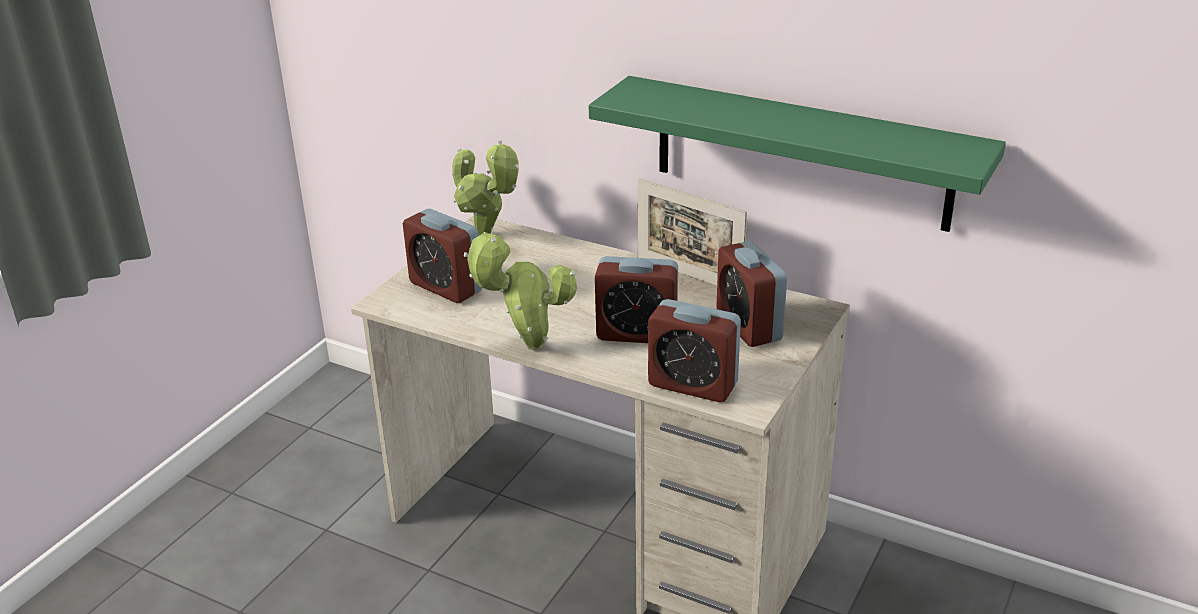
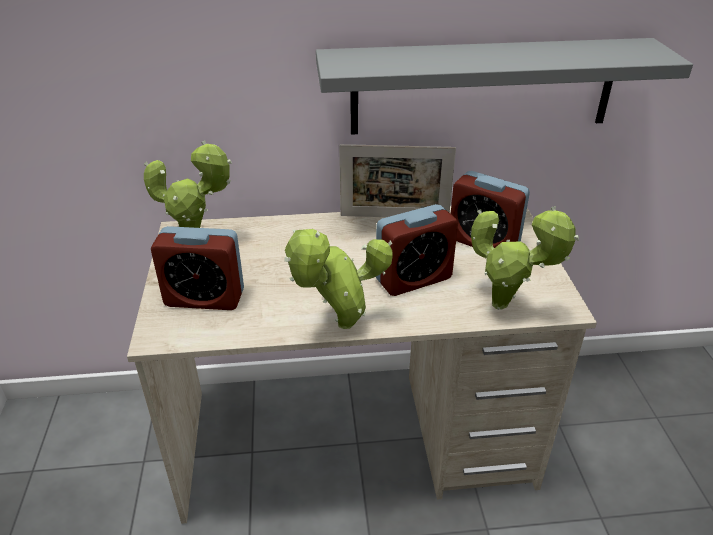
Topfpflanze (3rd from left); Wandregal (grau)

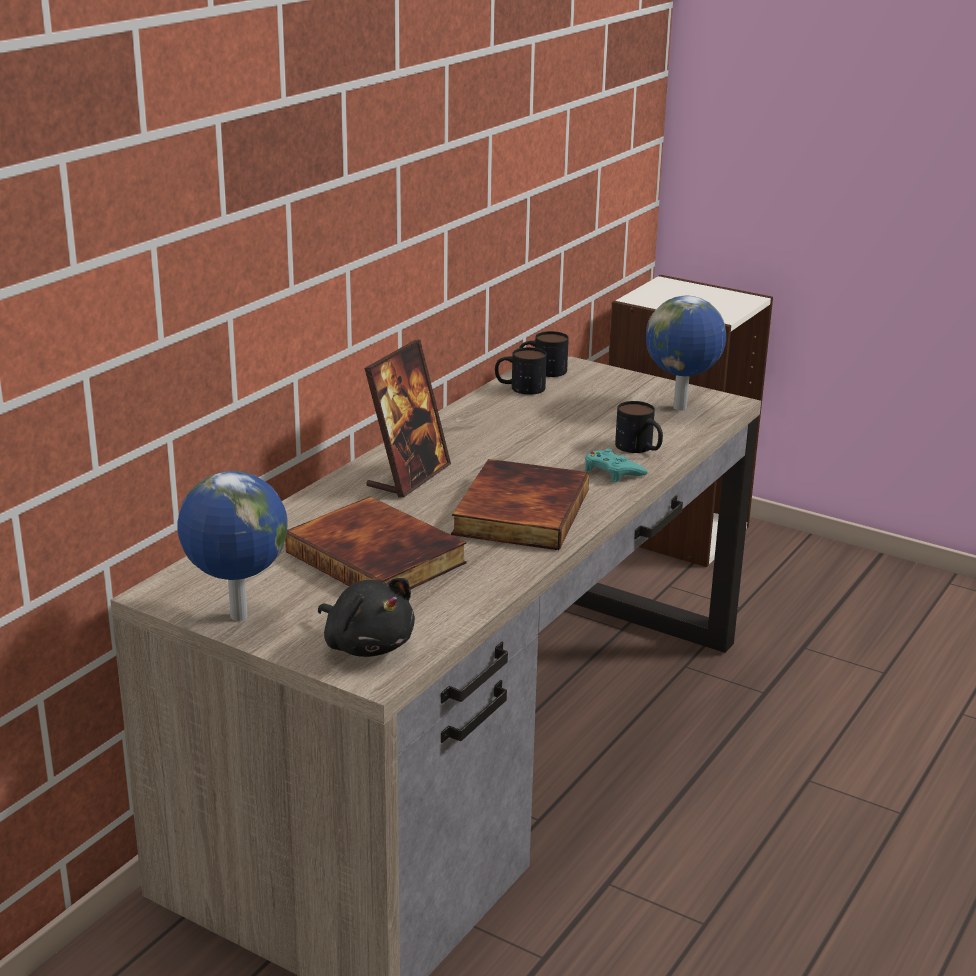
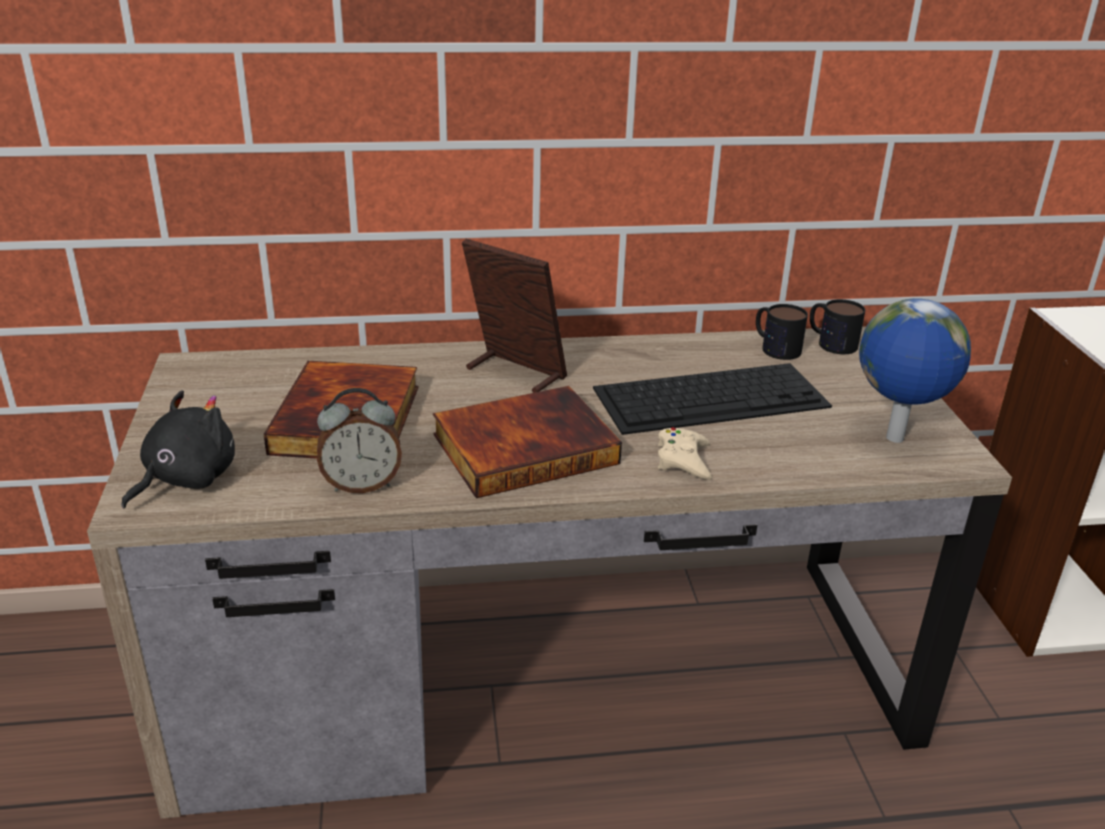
Globus (1st from left in the first image); Henkelbecher (3rd from left in the first image); Wecker; Tastatur; Gamepad (beige); Plüschtier (schwarz); Bilderrahmen

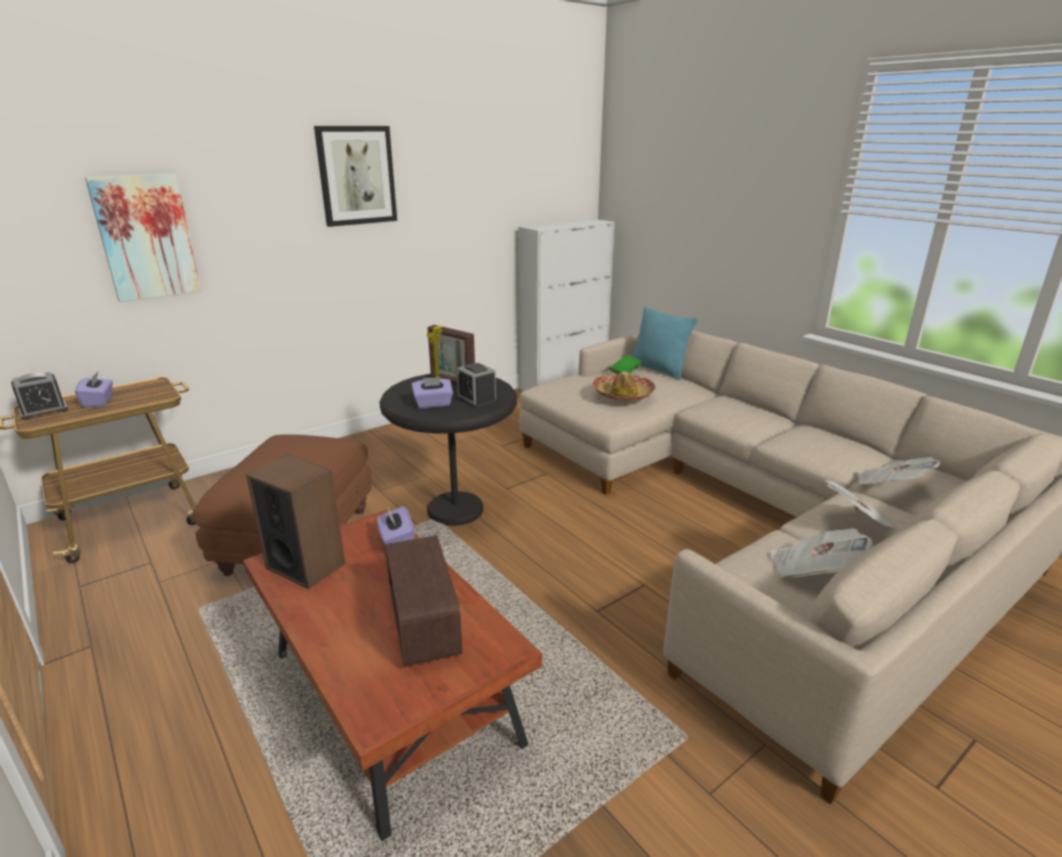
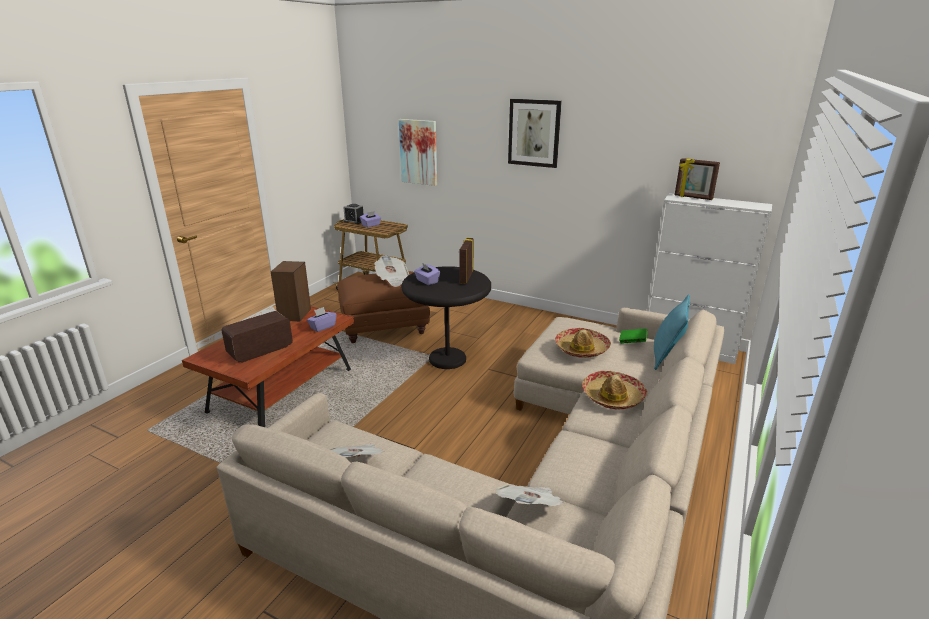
Wecker (2nd from left in the first image); Hut (2nd from left); Bilderrahmen (2nd from left); Zeitung (2nd from left)

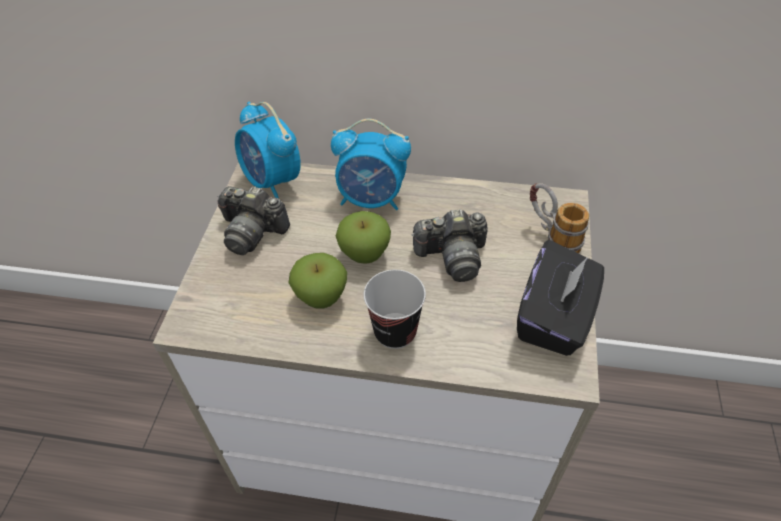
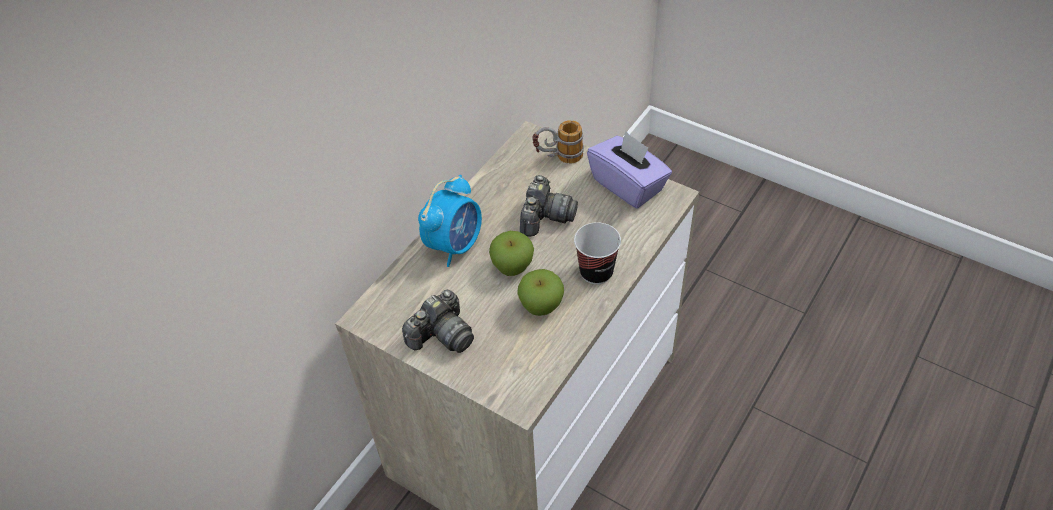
Wecker (1st from left in the first image); Taschentuchbox (lila)

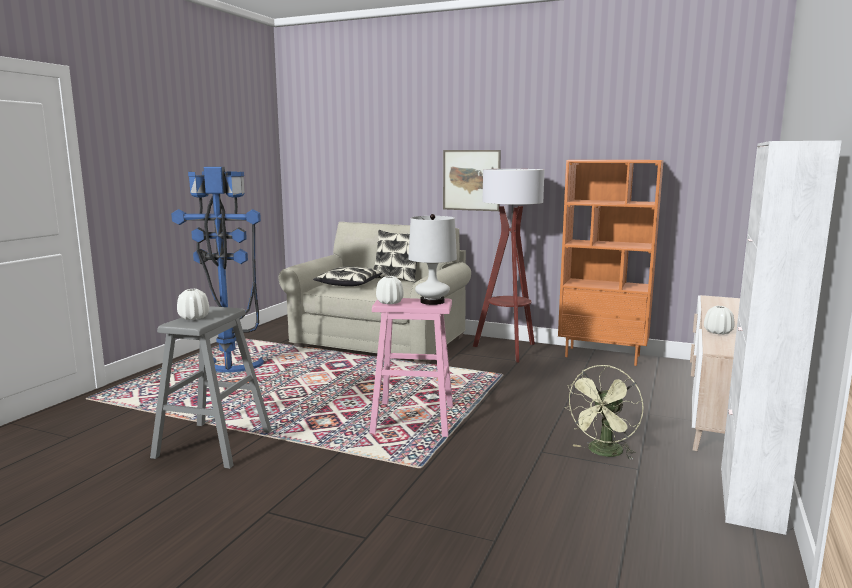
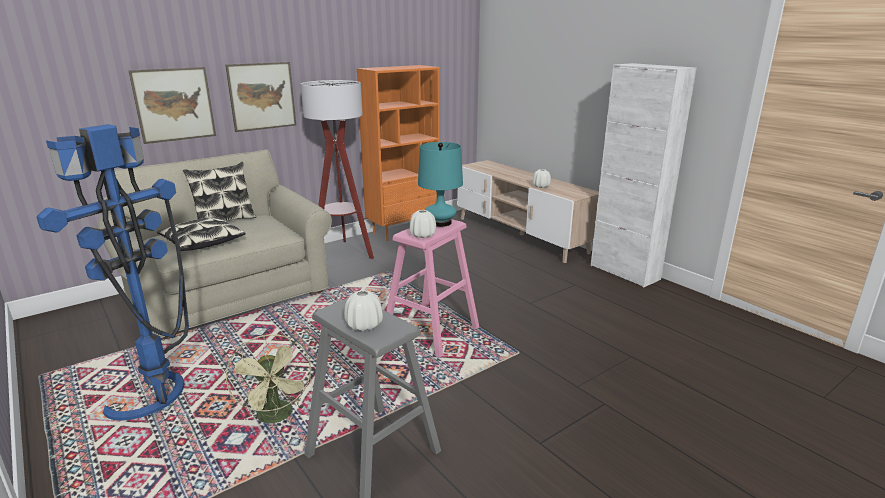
Bild (1st from left); Ventilator (grün); Tischlampe (türkis)

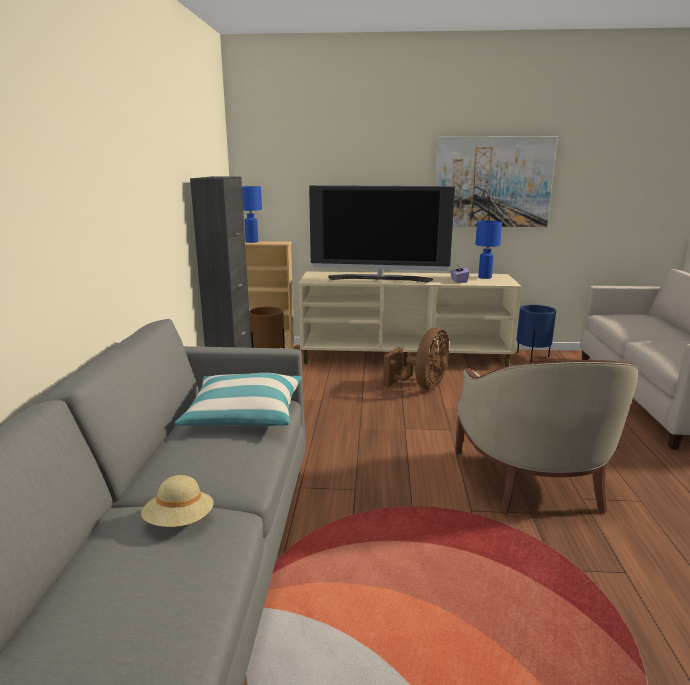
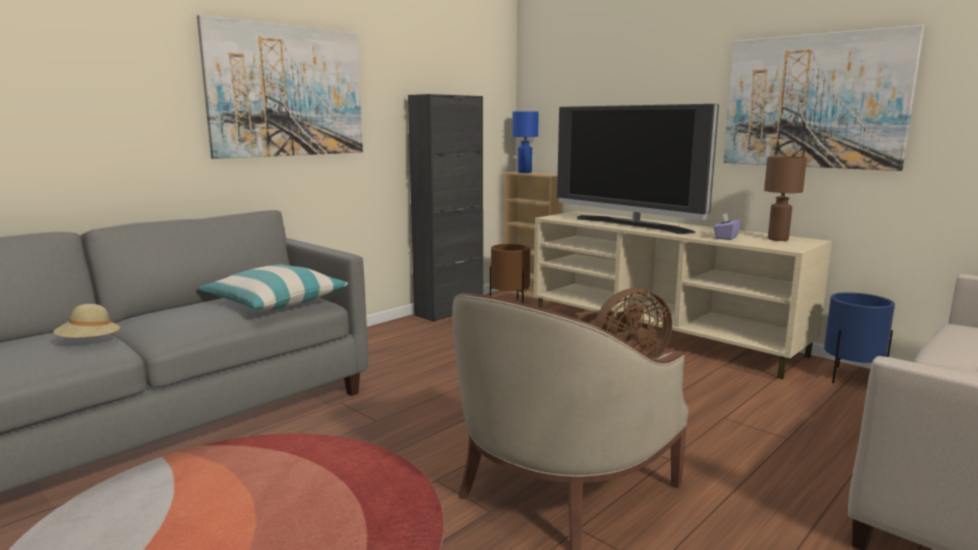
Bild (1st from left); Tischlampe (braun)

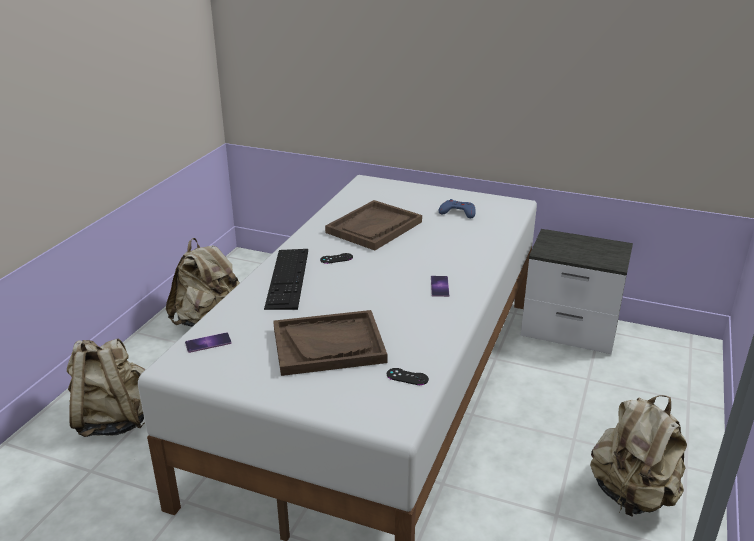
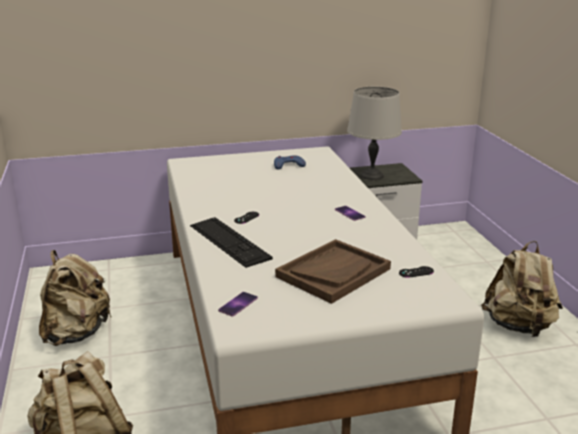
Tablett (braun) (2nd from left in the first image); Tischlampe (grau)

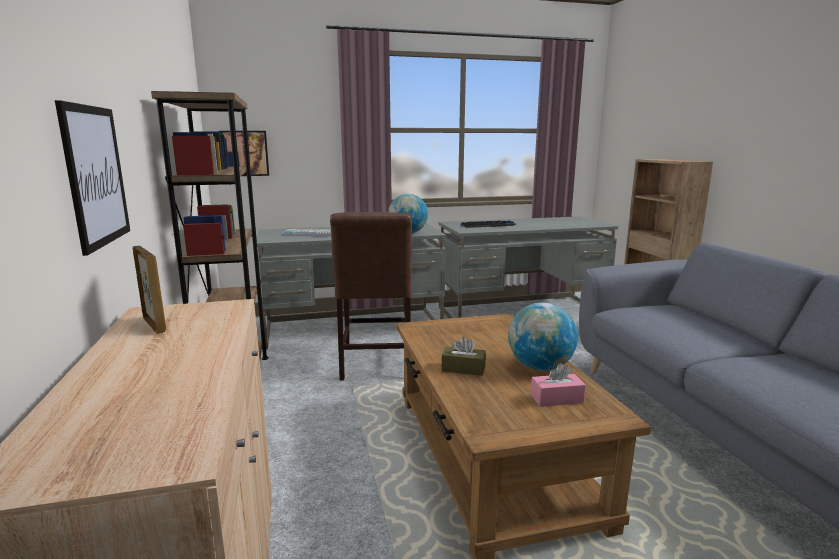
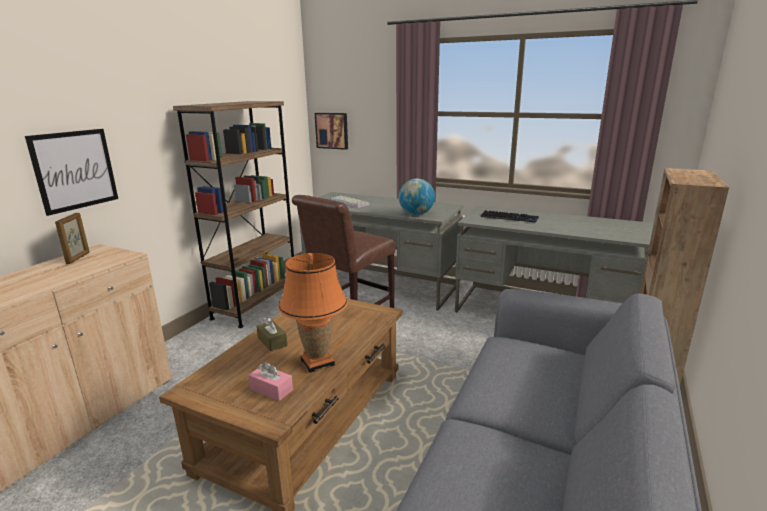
Tischlampe (orange)

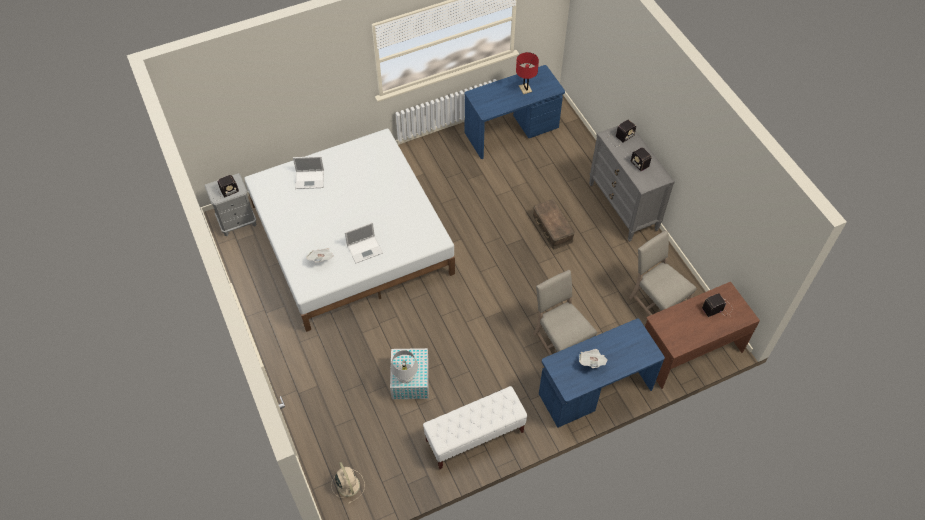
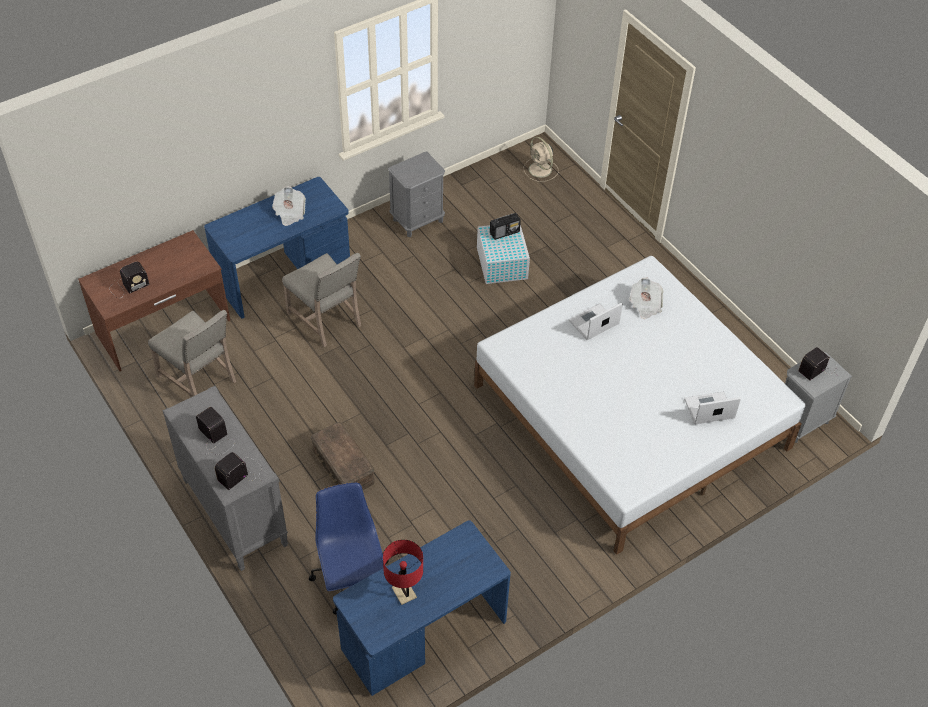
Bürostuhl (blau); Radio (4th from left); Nachttisch (grau) (1st from left)

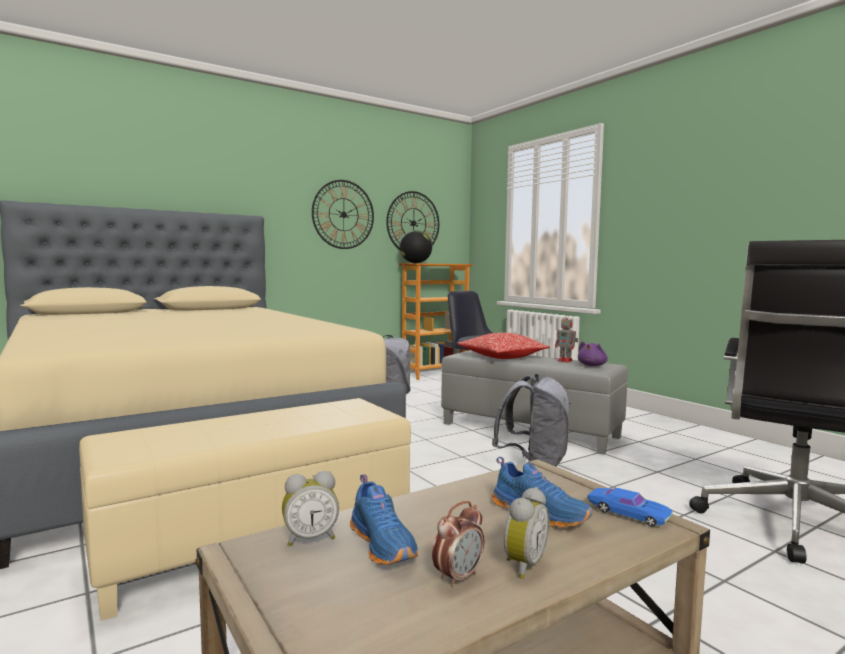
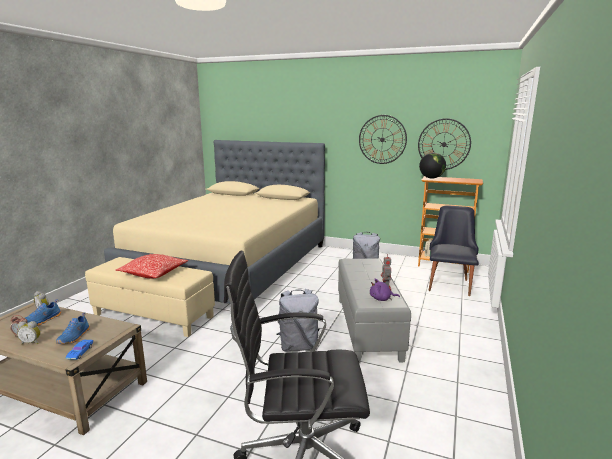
Kissen

